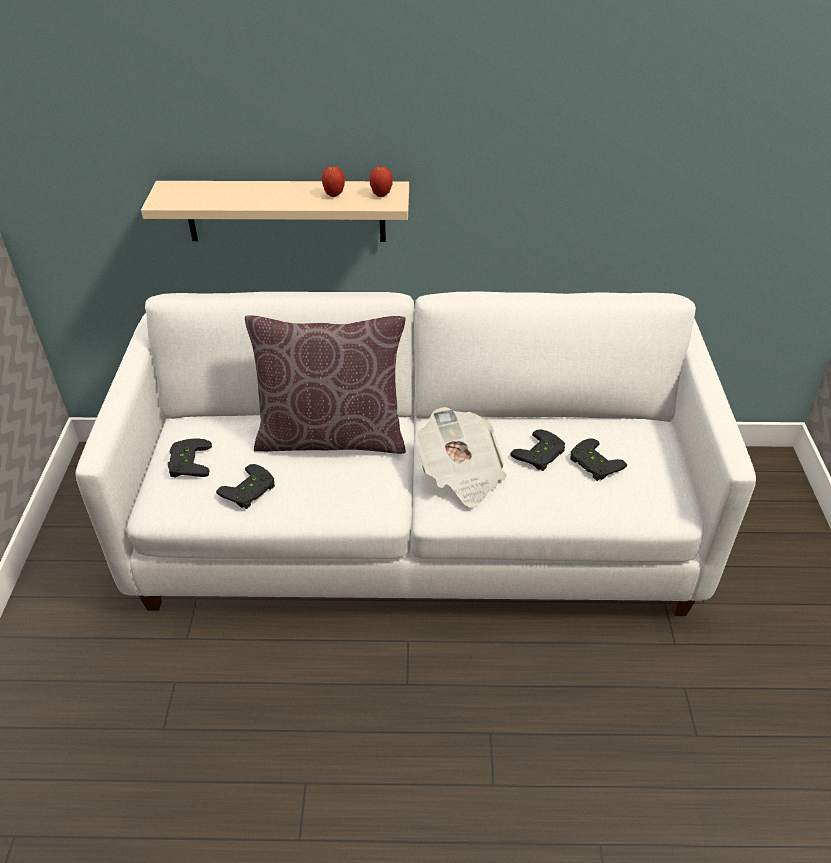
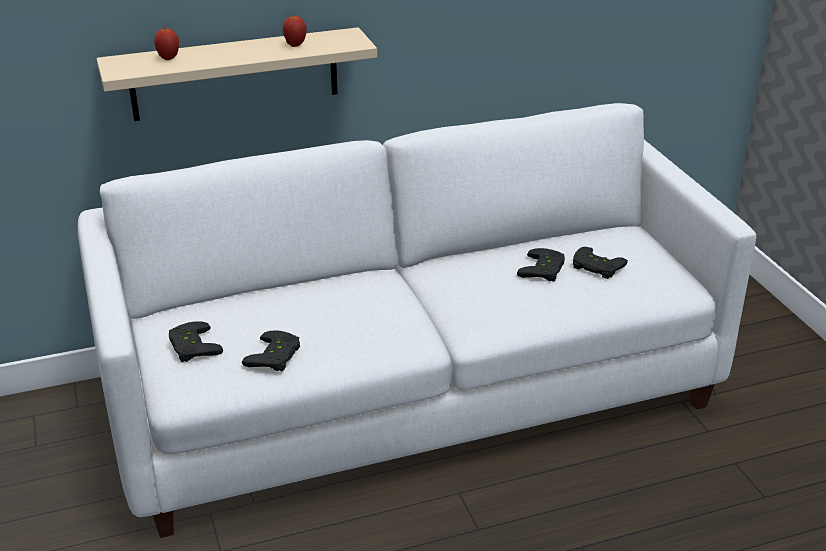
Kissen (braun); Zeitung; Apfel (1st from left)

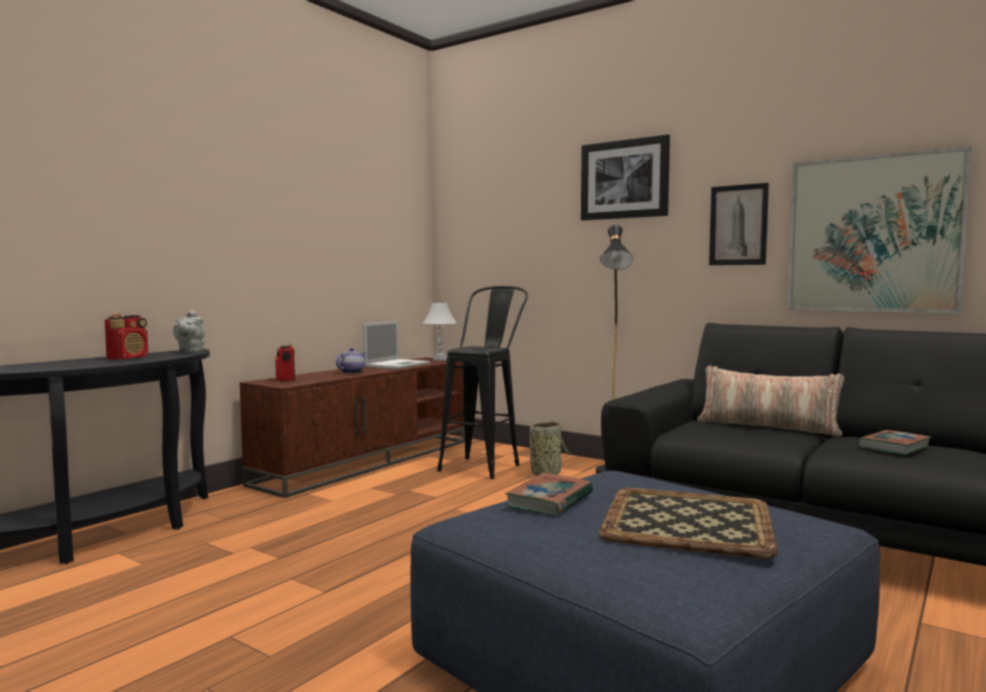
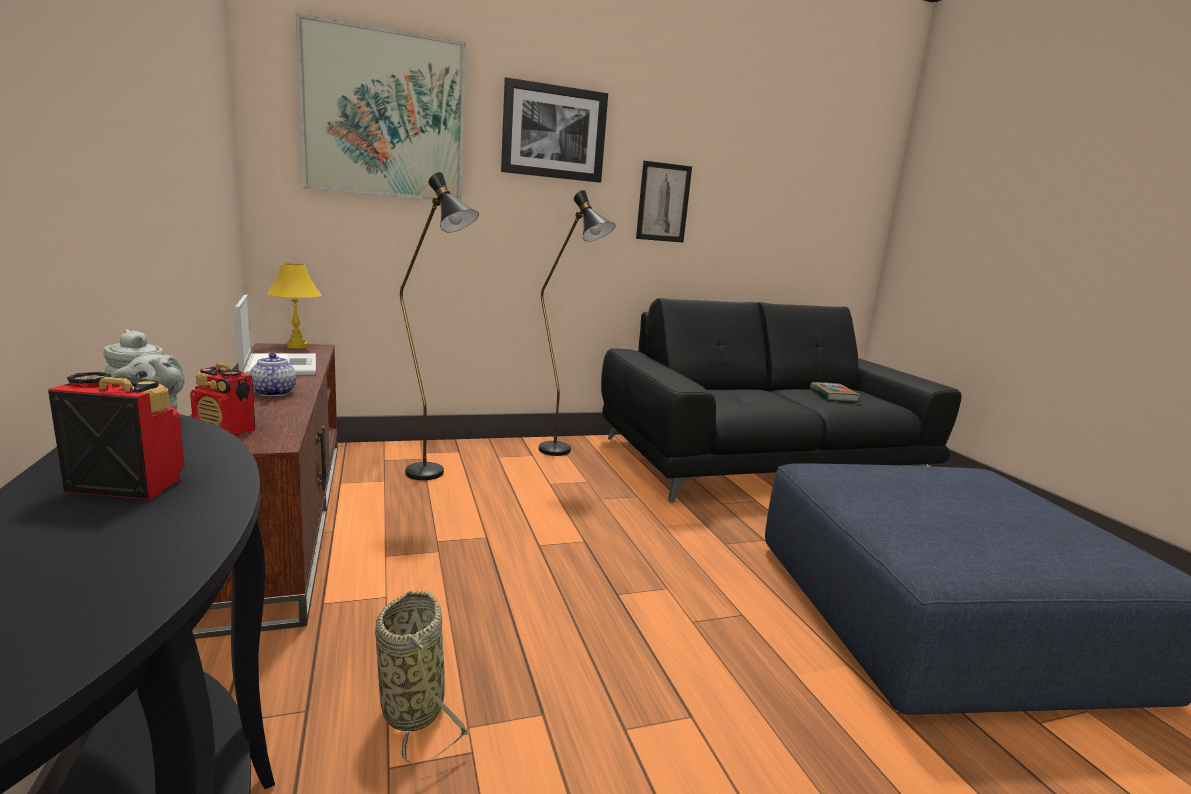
Buch (1st from left in the first image); Tablett; Kissen; Korb; Bild (1st from left); Stehlampe (schwarz) (1st from left); Tischlampe (gelb); Radio (1st from left)

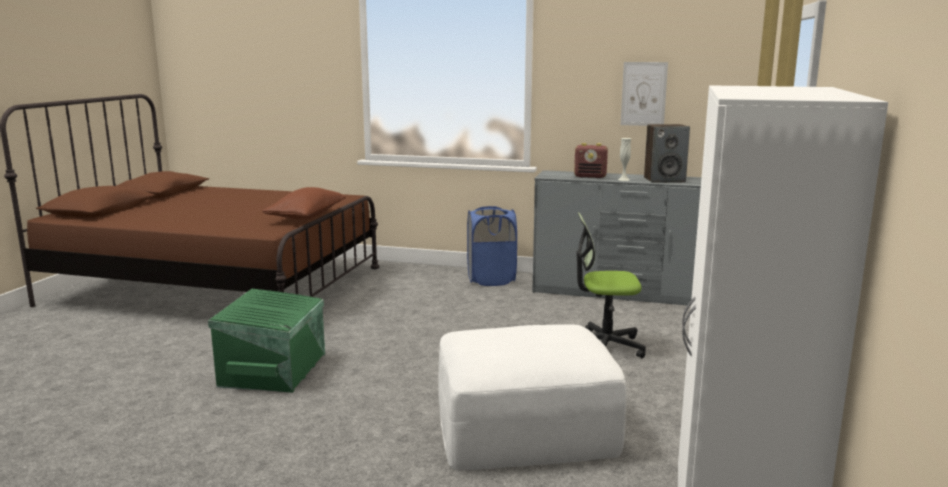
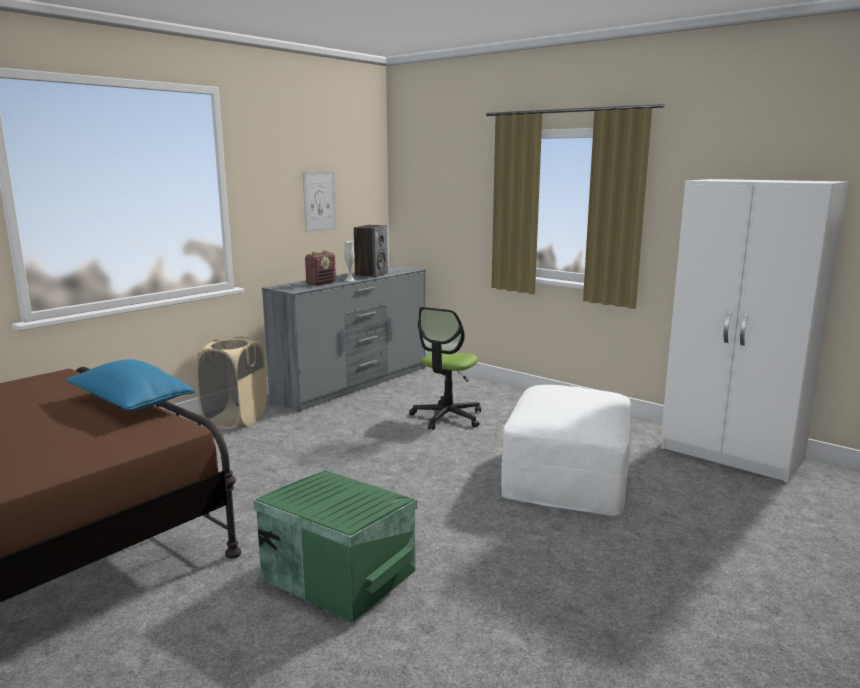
Kissen (blau); Wäschekorb (beige)

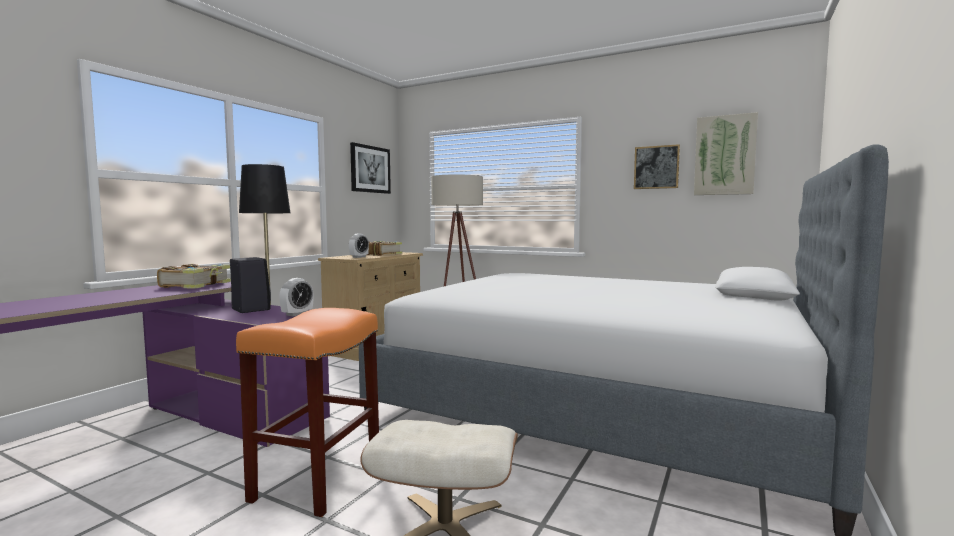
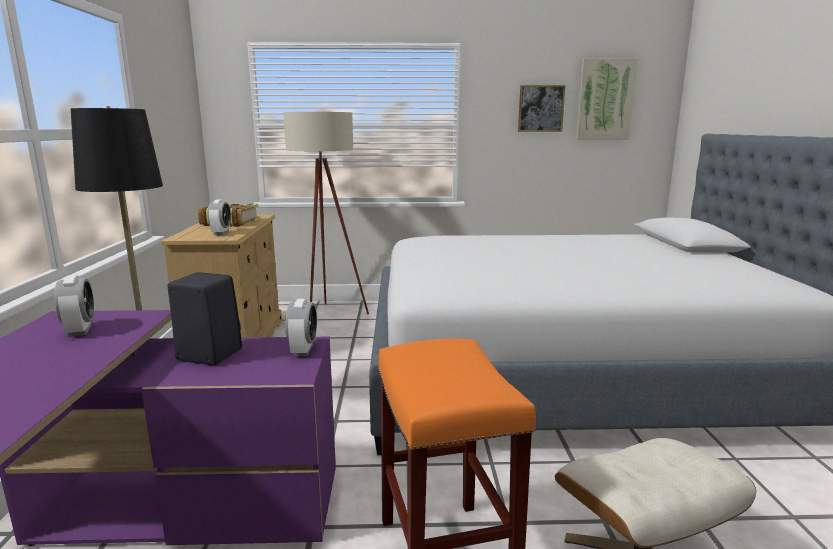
Bild (1st from left in the first image); Wecker (1st from left)

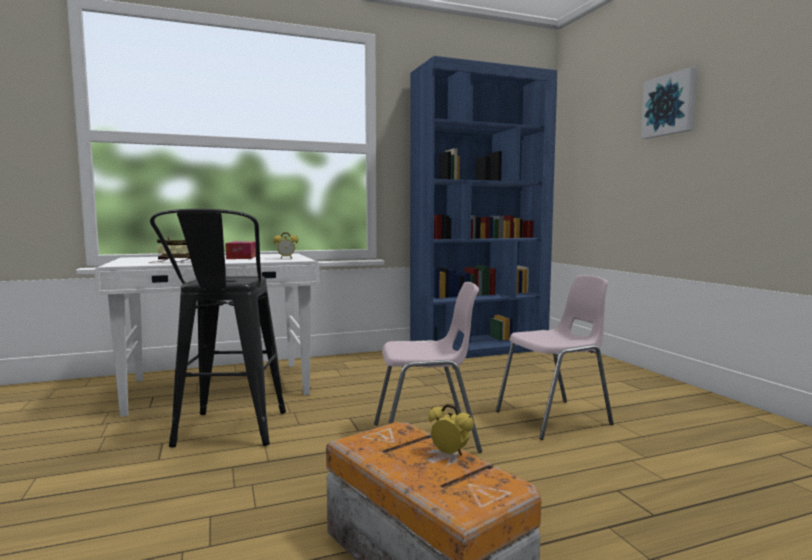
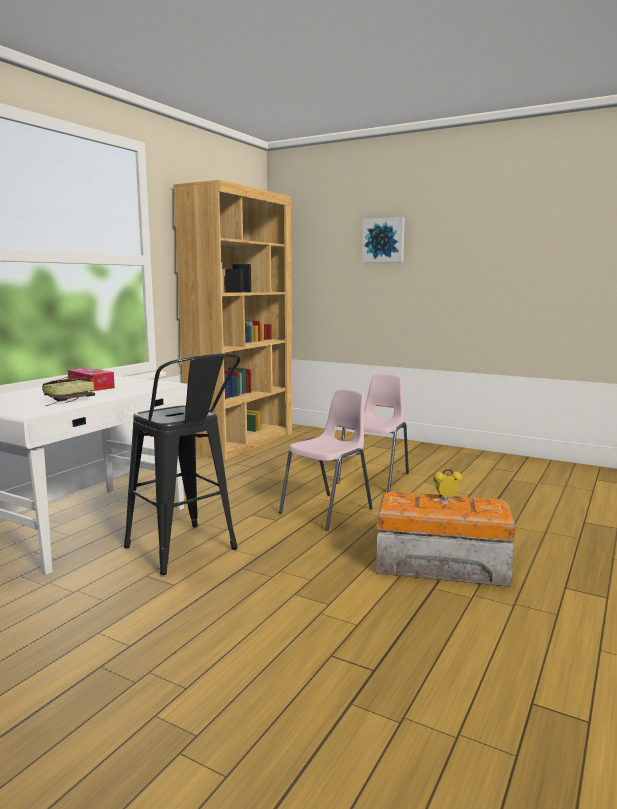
Wecker (1st from left in the first image); Bücherregal (braun)

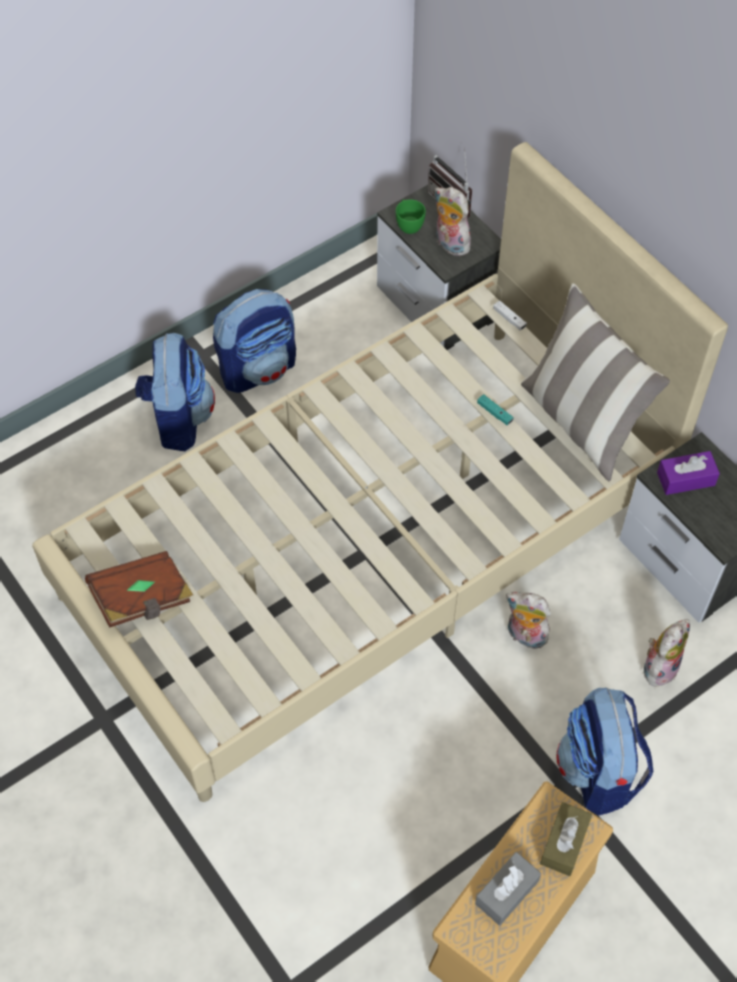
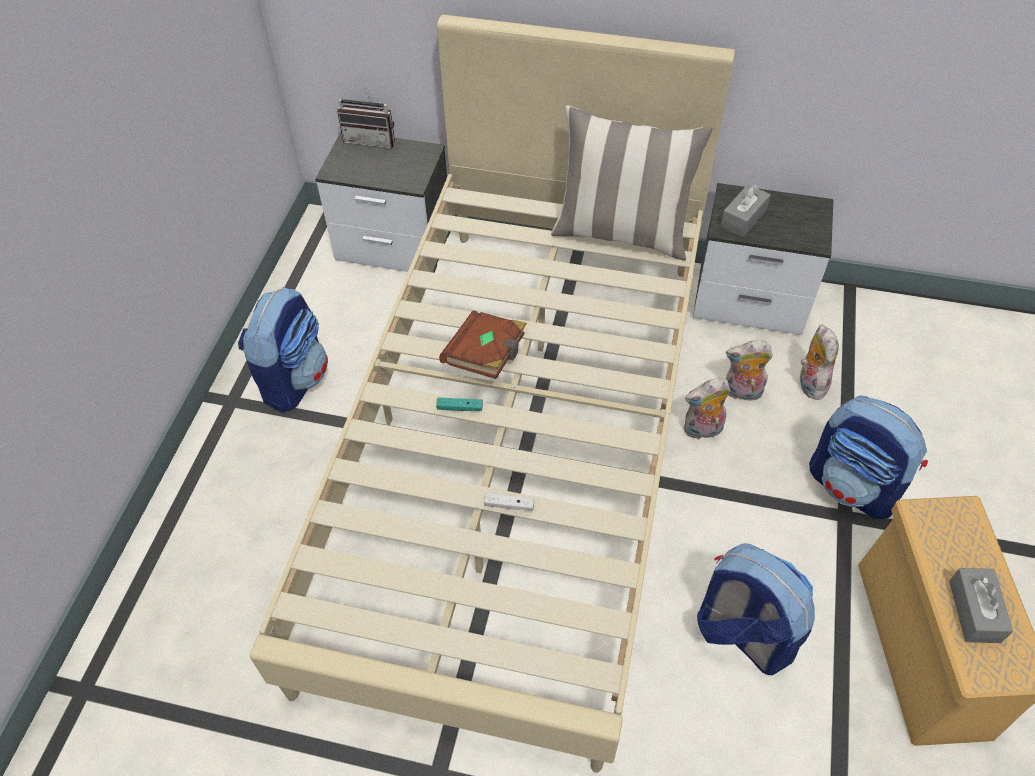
Tasse (grün); Taschentuchbox (braun); Buch (braun); Rucksack (2nd from left); Plüschtier (2nd from left); Gamepad (türkis); Gamepad (weiß); Taschentuchbox (grau) (1st from left)

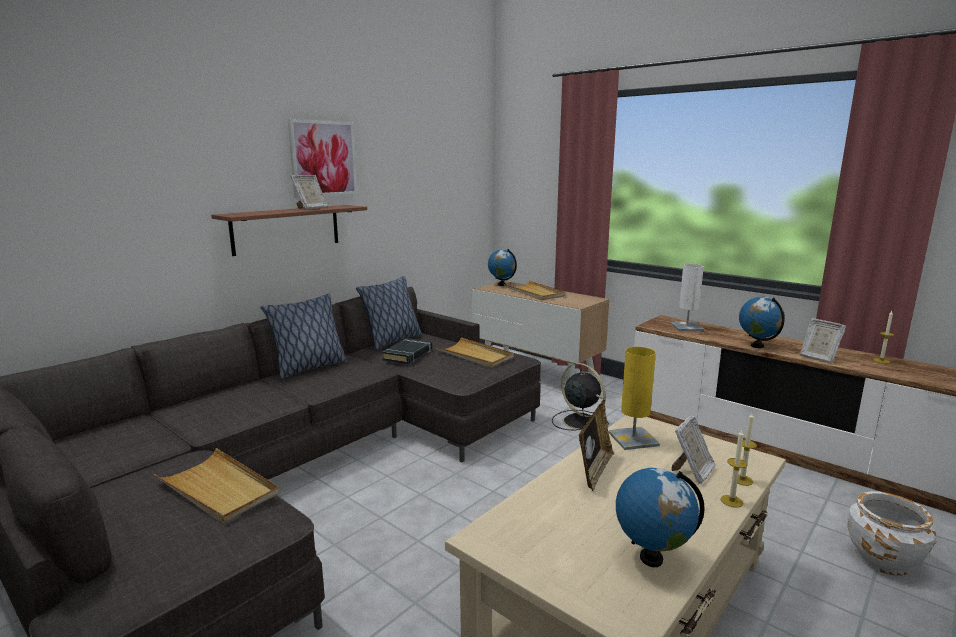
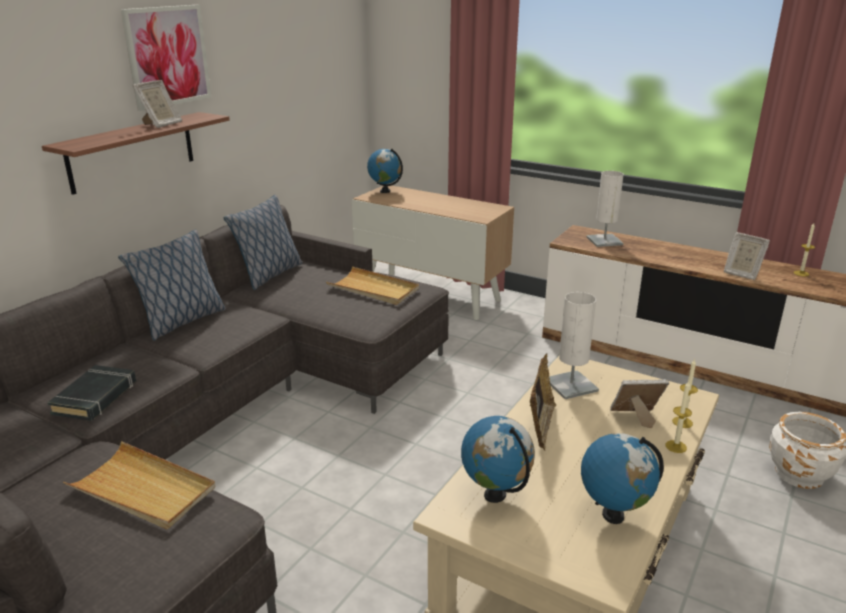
Tablett (beige) (3rd from left in the first image); Ventilator (schwarz); Buch (schwarz); Globus (2nd from left); Tischlampe (weiß) (1st from left); Bilderrahmen (3rd from left)

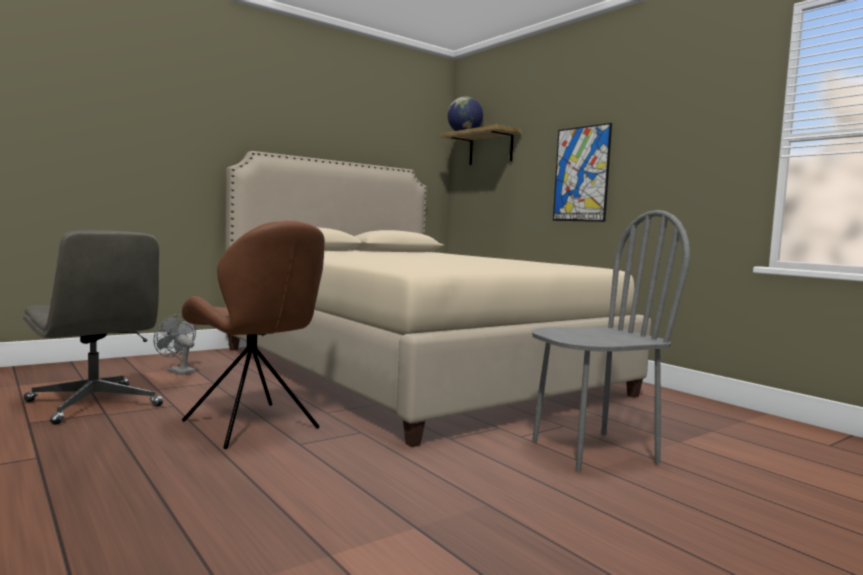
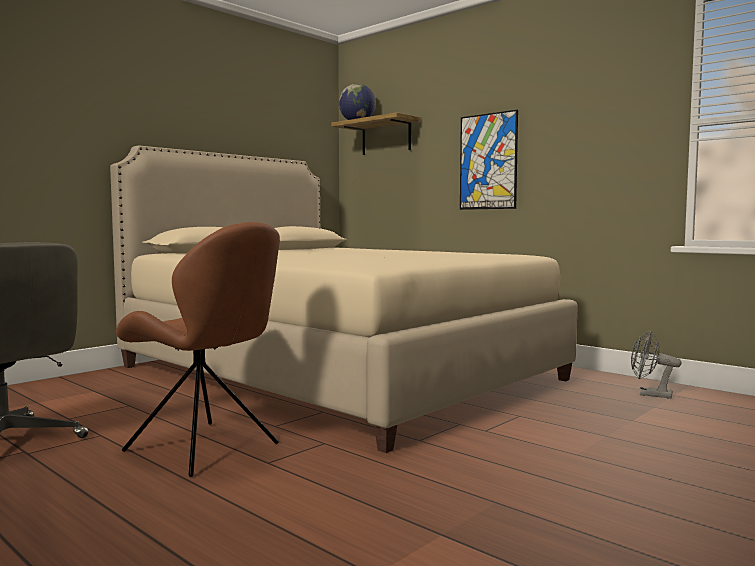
Stuhl (grau); Ventilator (grau)

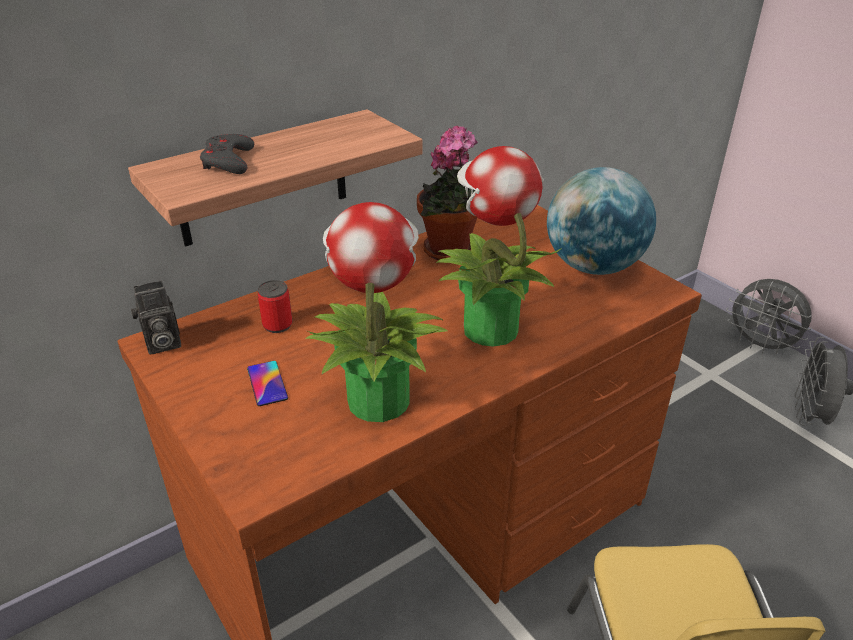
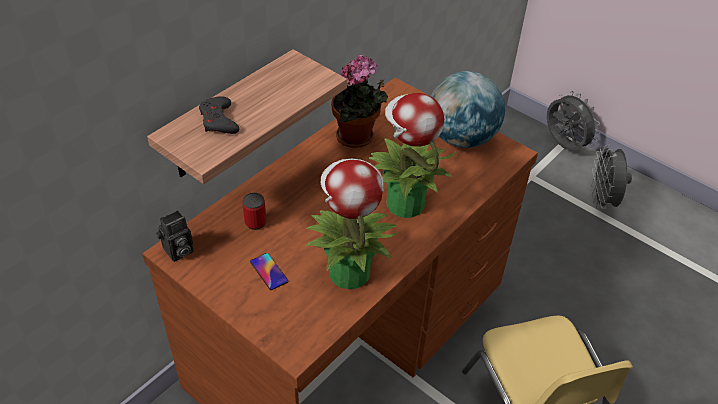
Ventilator (grau) (1st from left)

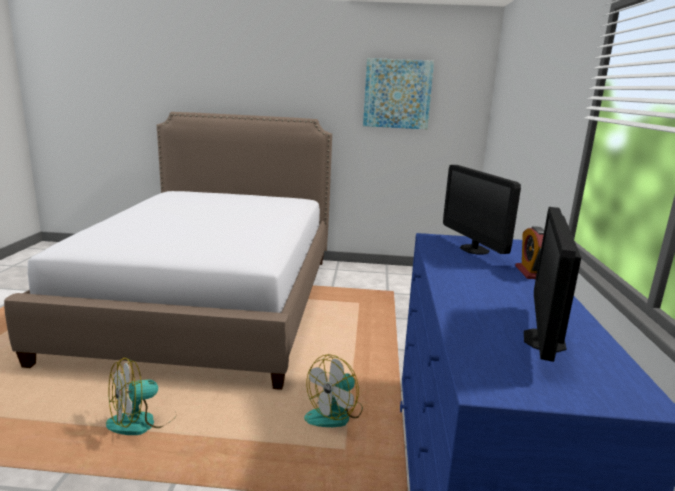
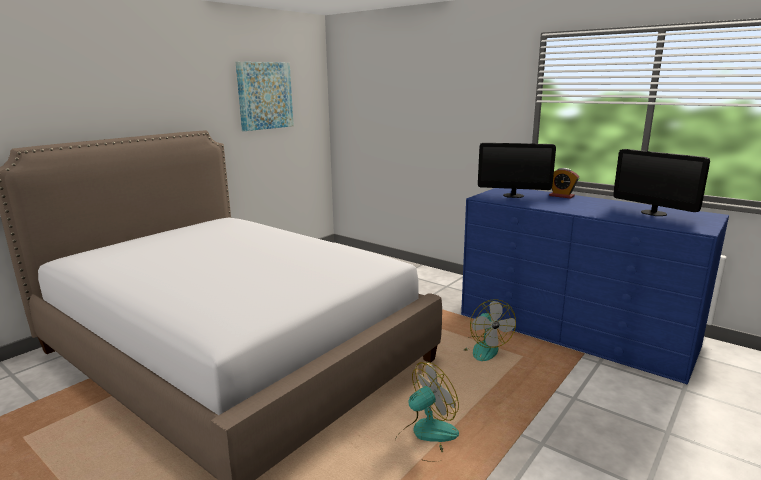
Ventilator (1st from left)

